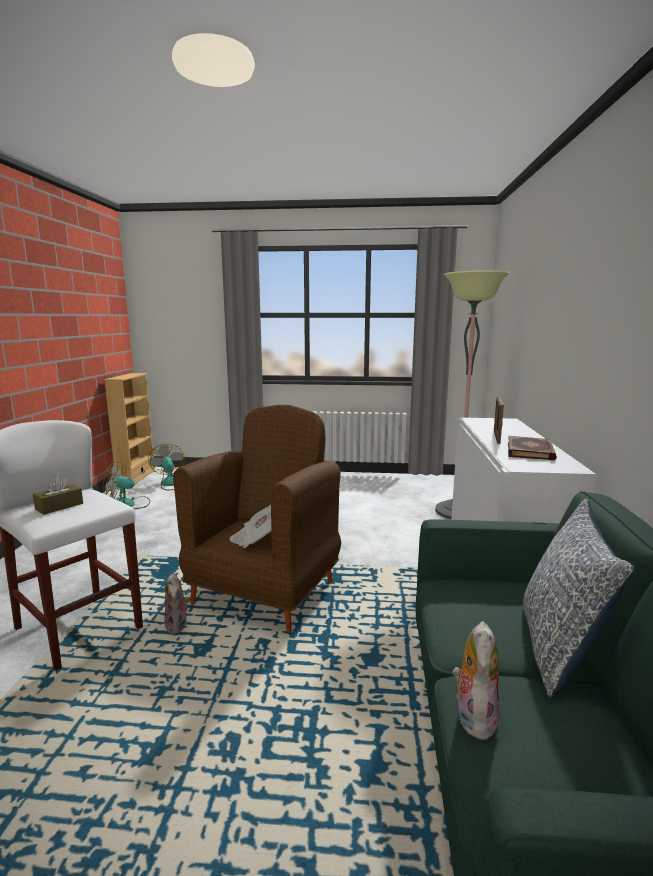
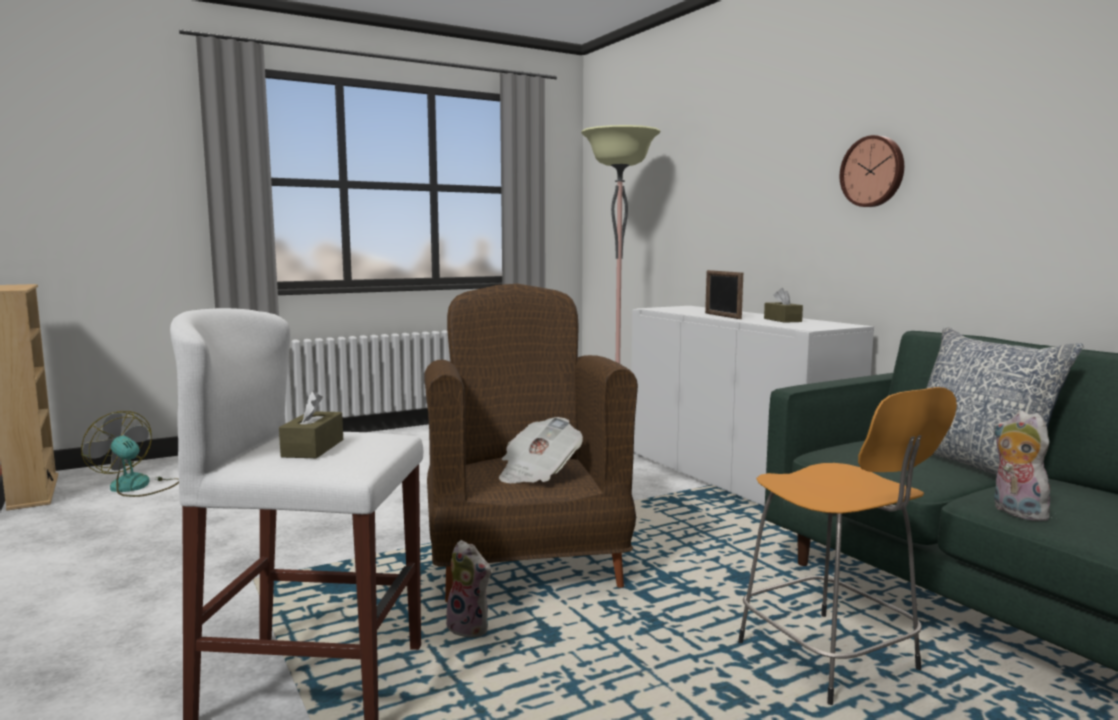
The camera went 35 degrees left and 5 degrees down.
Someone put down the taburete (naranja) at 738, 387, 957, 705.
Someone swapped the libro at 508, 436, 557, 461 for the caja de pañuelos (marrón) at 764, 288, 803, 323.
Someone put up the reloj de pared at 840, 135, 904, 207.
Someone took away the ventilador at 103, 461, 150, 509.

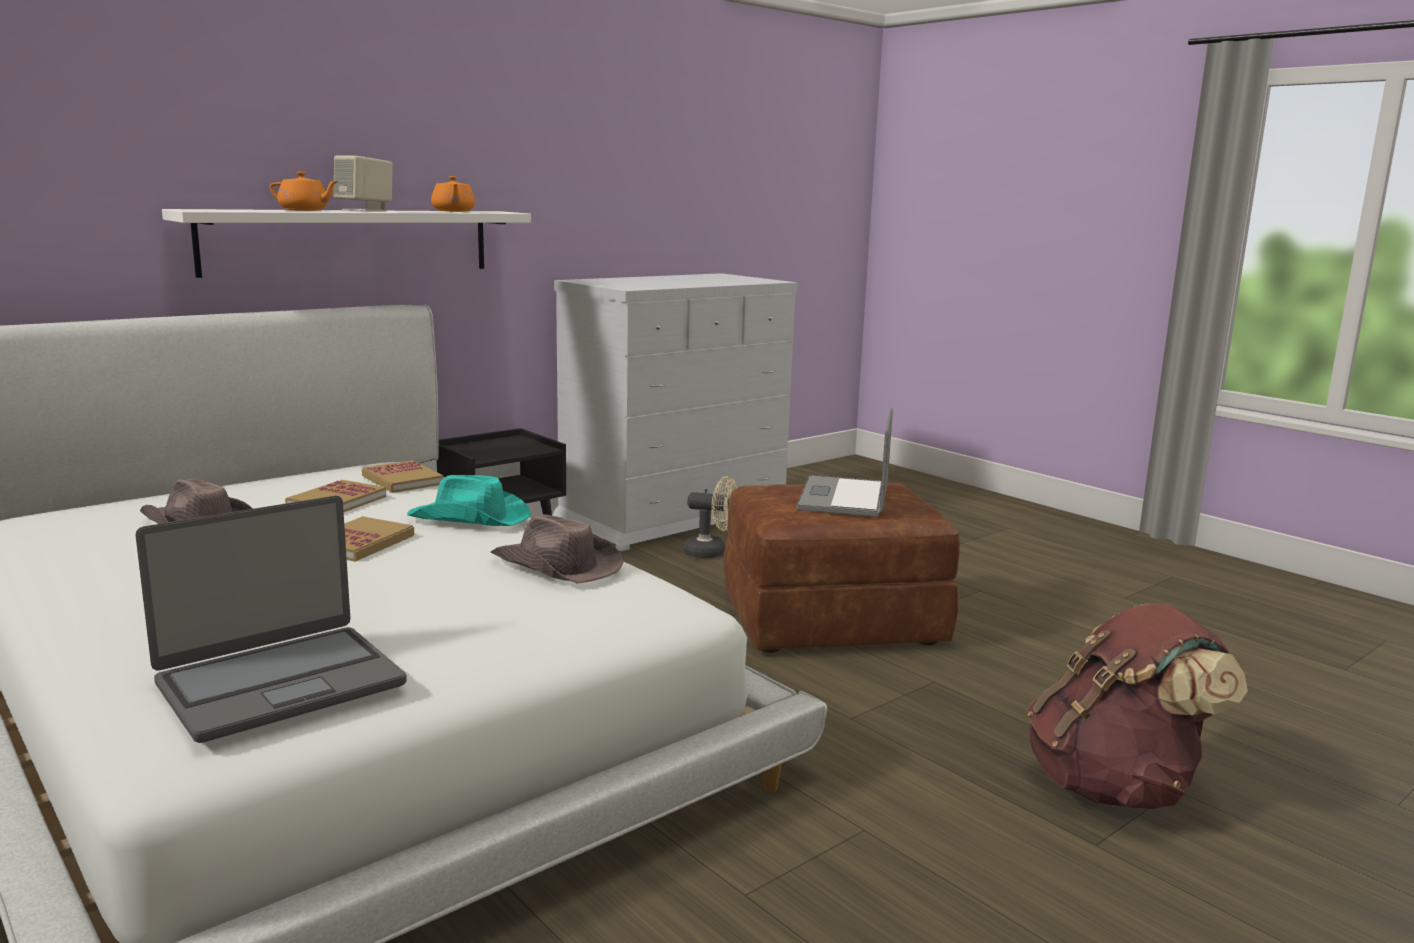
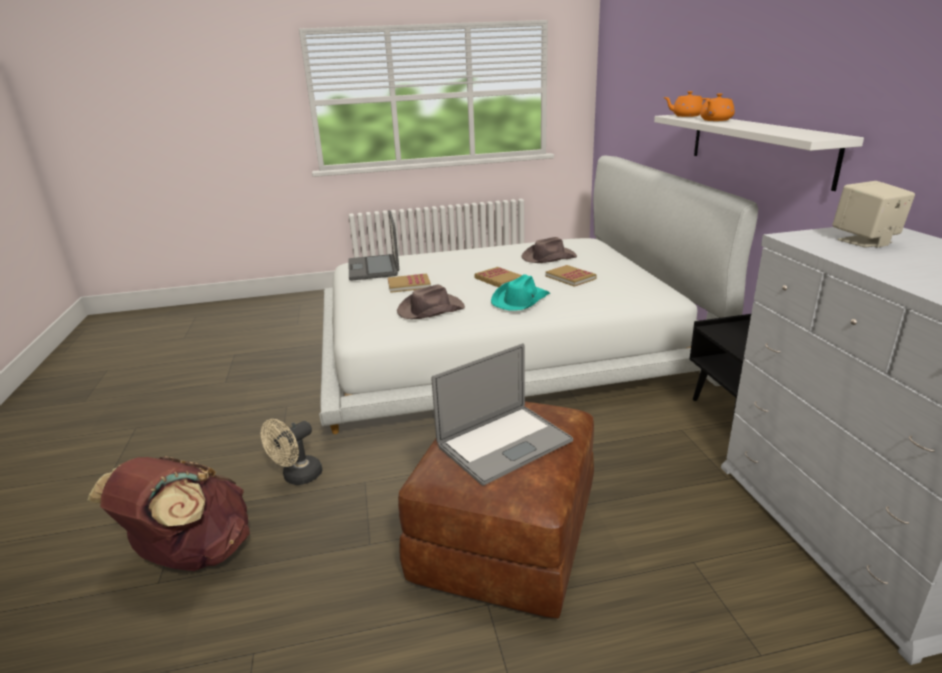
The camera went 120 degrees right and 10 degrees up.
Someone carried the ventilador (beis) from 684, 476, 737, 558 to 261, 419, 322, 485.
Someone carried the libro from 362, 460, 443, 493 to 388, 274, 431, 293.
Someone rotated the portátil at 796, 407, 893, 517 by 105 degrees clockwise.
Someone carried the tetera (naranja) from 431, 176, 475, 212 to 663, 91, 711, 117.
Someone carried the altavoz (beis) from 334, 156, 393, 212 to 832, 181, 915, 248.

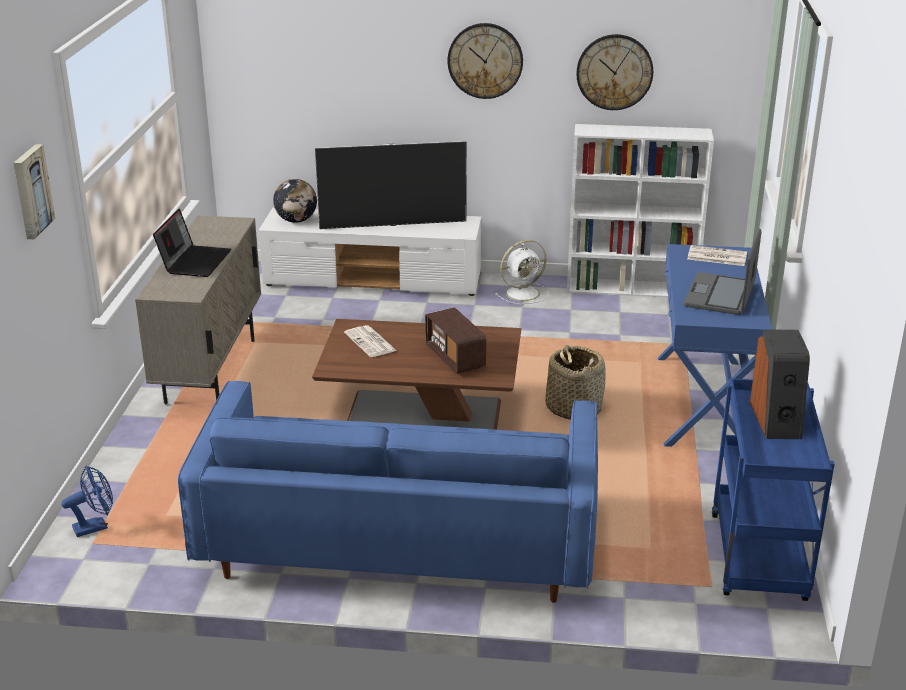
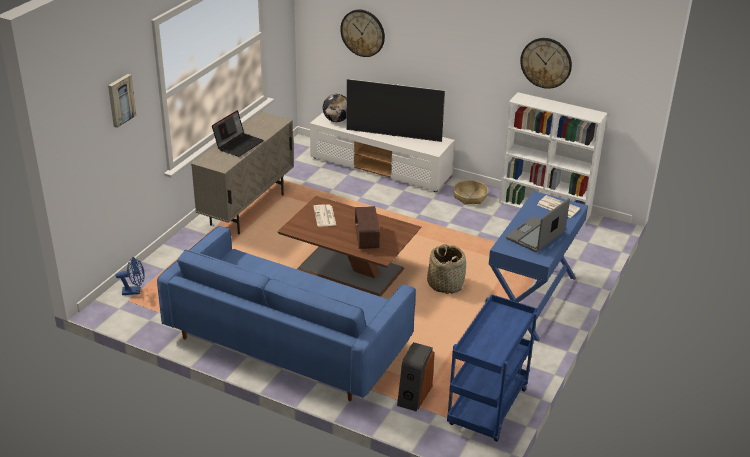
The camera went 20 degrees right and 5 degrees up.
Someone carried the reloj de pared from 447, 23, 523, 99 to 340, 10, 385, 57.
Someone carried the altavoz from 750, 329, 810, 439 to 397, 342, 435, 412.
Someone swapped the ventilador (blanco) at 495, 240, 549, 304 for the cesta at 453, 180, 488, 205.

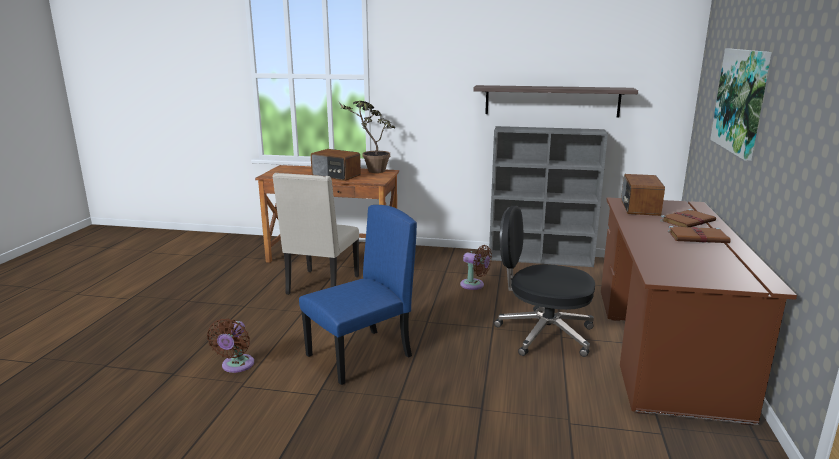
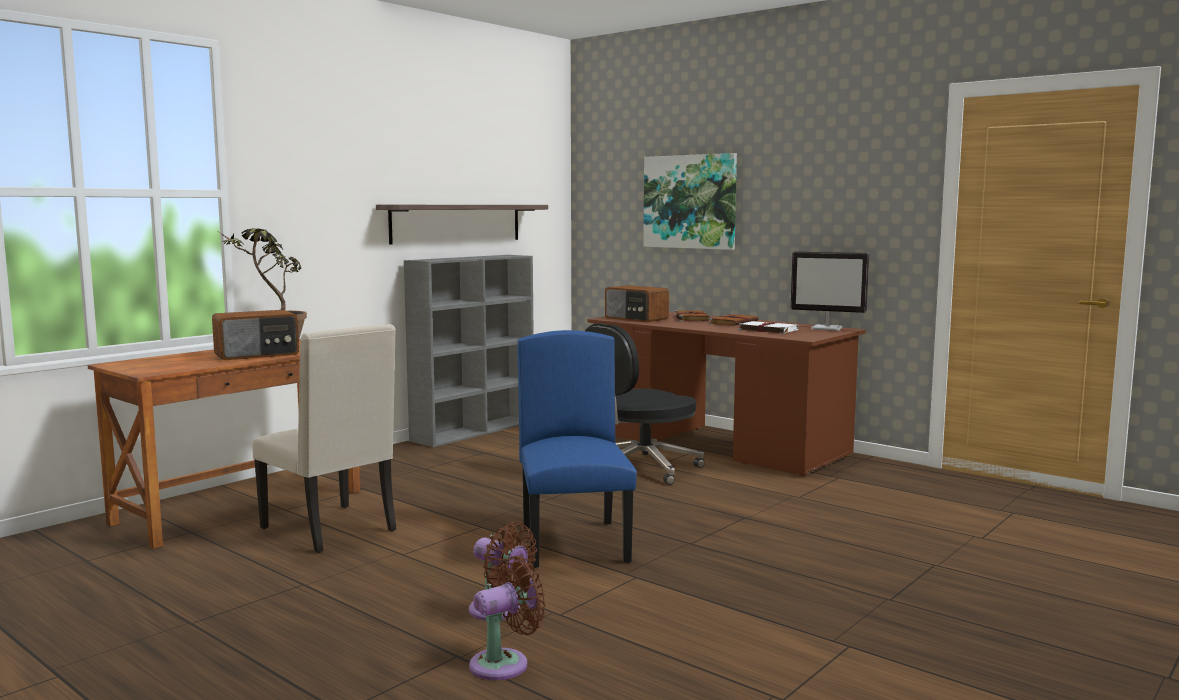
The camera went 60 degrees left and 10 degrees down.
Someone carried the ventilador (marrón) from 460, 245, 492, 290 to 469, 556, 545, 680.
Someone put down the libro (blanco) at 738, 321, 799, 334.
Someone put down the monitor at 791, 251, 869, 331.

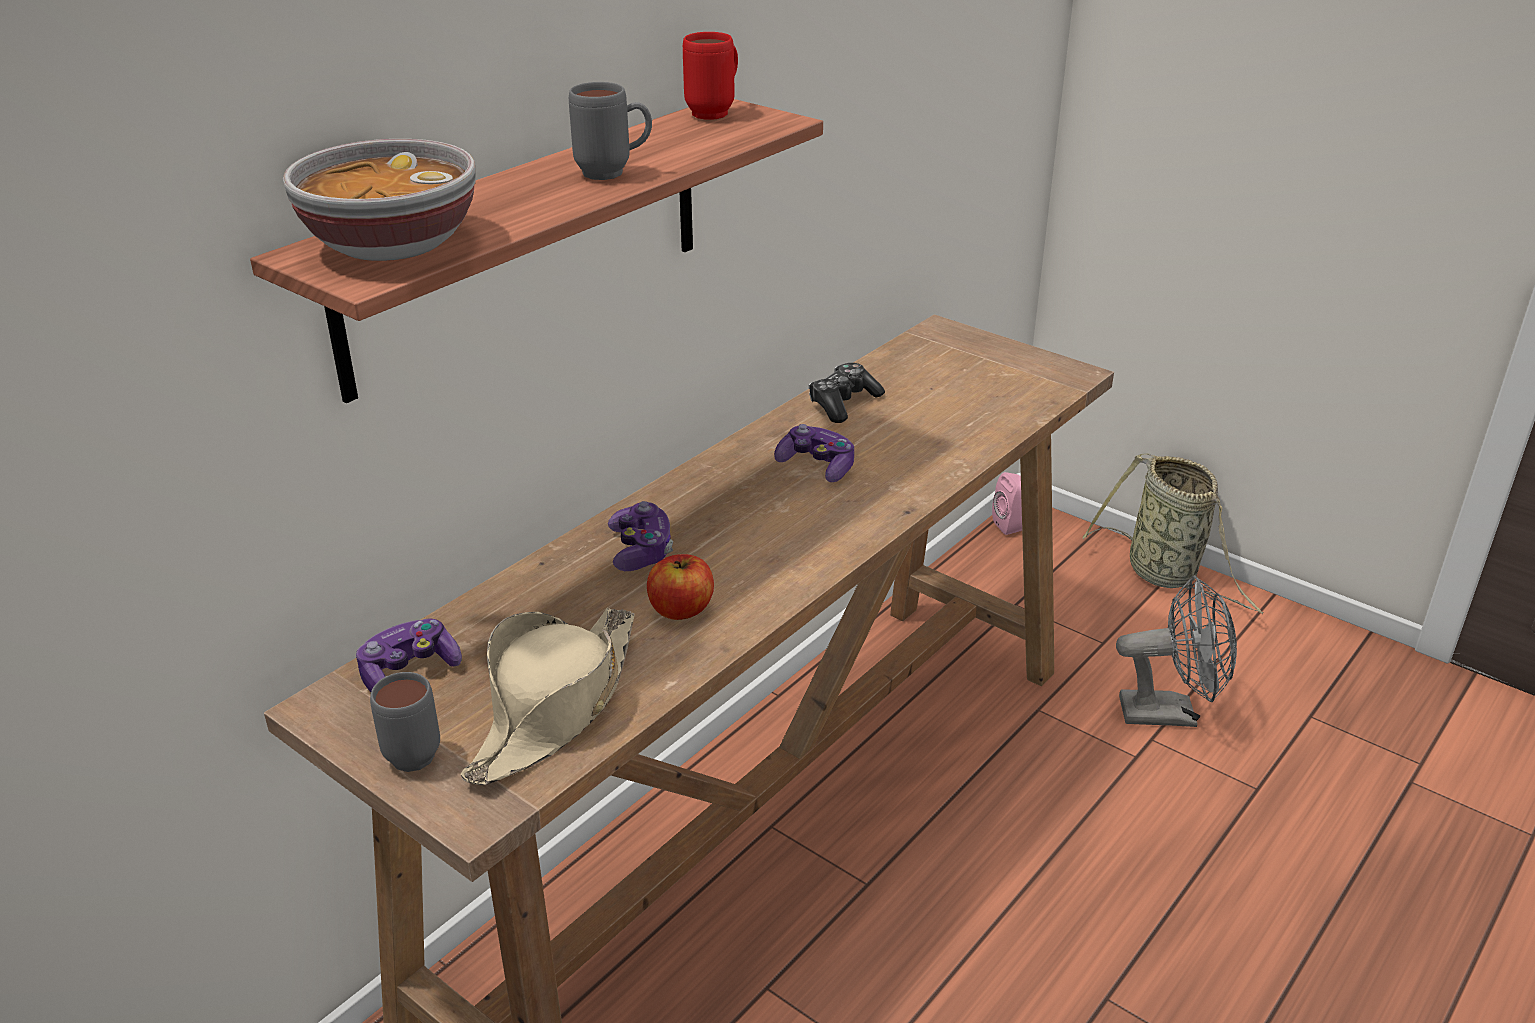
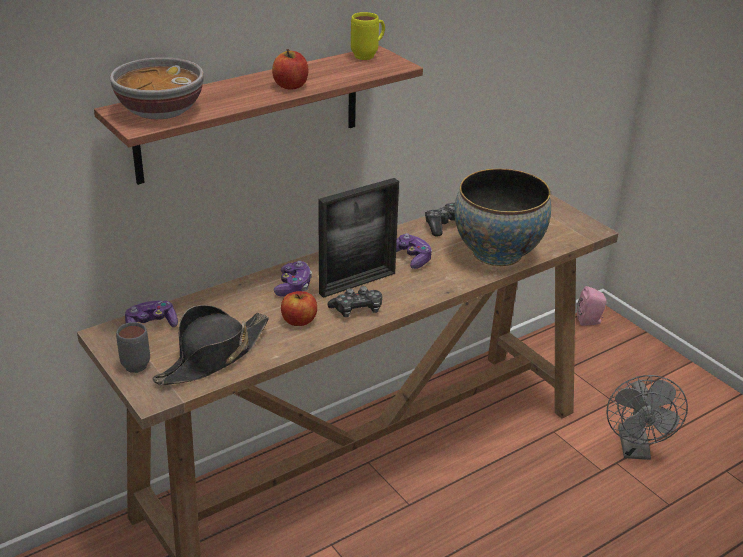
The camera went 15 degrees right and 0 degrees up.
Someone repainted the sombrero (beis) at 461, 608, 635, 785, which became the sombrero (negro) at 152, 305, 269, 385.
Someone swapped the taza grande (gris) at 569, 82, 652, 180 for the manzana at 272, 49, 308, 90.
Someone put down the portarretratos at 318, 178, 399, 298.
Someone put down the mando de consola at 327, 286, 382, 317.
Someone repainted the taza grande (rojo) at 683, 32, 738, 120, which became the taza grande (amarillo) at 351, 12, 385, 60.
Someone put down the cuenco at 454, 168, 551, 266.
Someone rotated the ventilador (gris) at 1116, 576, 1237, 727 by 75 degrees clockwise.
Someone took away the cesta at 1083, 453, 1264, 614.

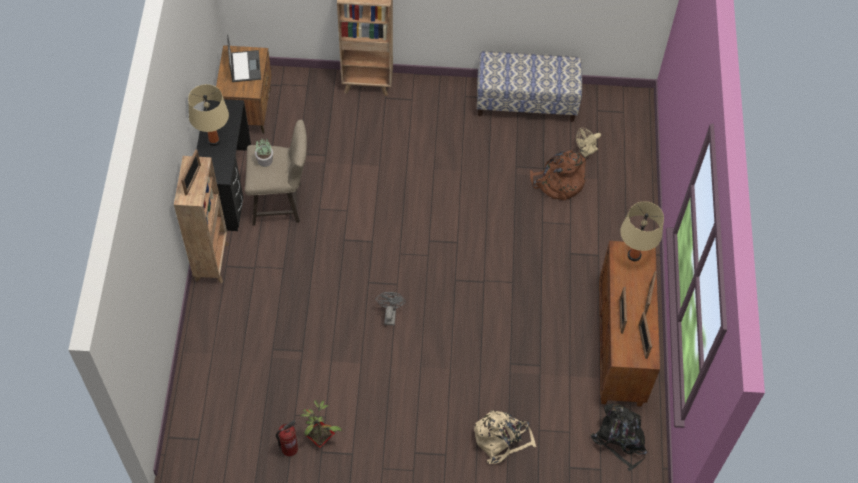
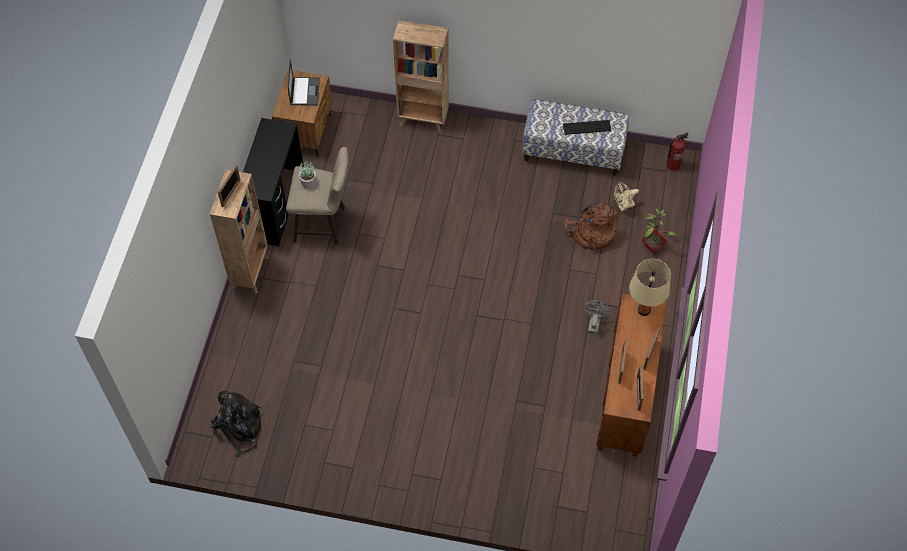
The camera went 10 degrees right and 0 degrees up.
Someone carried the mochila (negro) from 591, 404, 647, 471 to 211, 391, 261, 457.
Someone put down the teclado at 563, 120, 612, 135.
Someone carried the ventilador (gris) from 375, 292, 406, 325 to 583, 301, 612, 333.
Someone carried the planta en maceta from 300, 400, 342, 448 to 641, 208, 677, 252.
Someone carried the extintor from 276, 420, 298, 456 to 666, 133, 688, 171.
Someone took away the lámpara de mesa (beis) at 188, 84, 229, 146.
Someone took away the mochila (beis) at 474, 410, 536, 464.

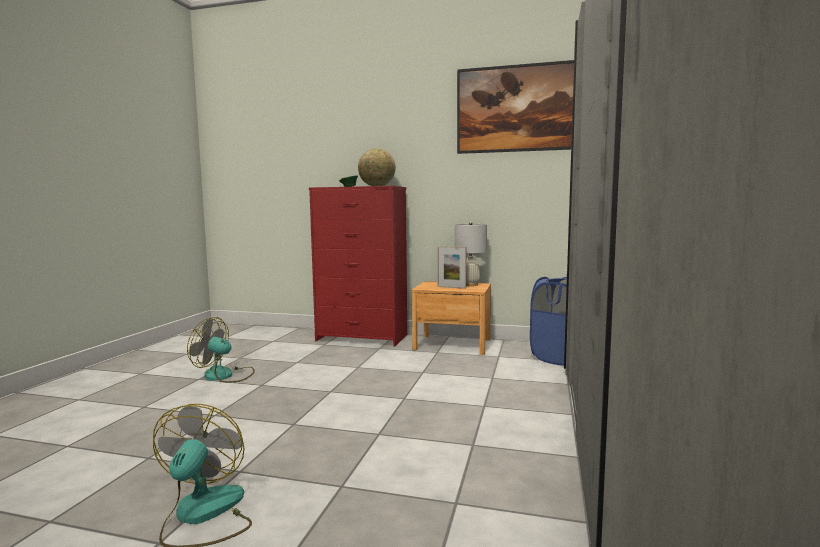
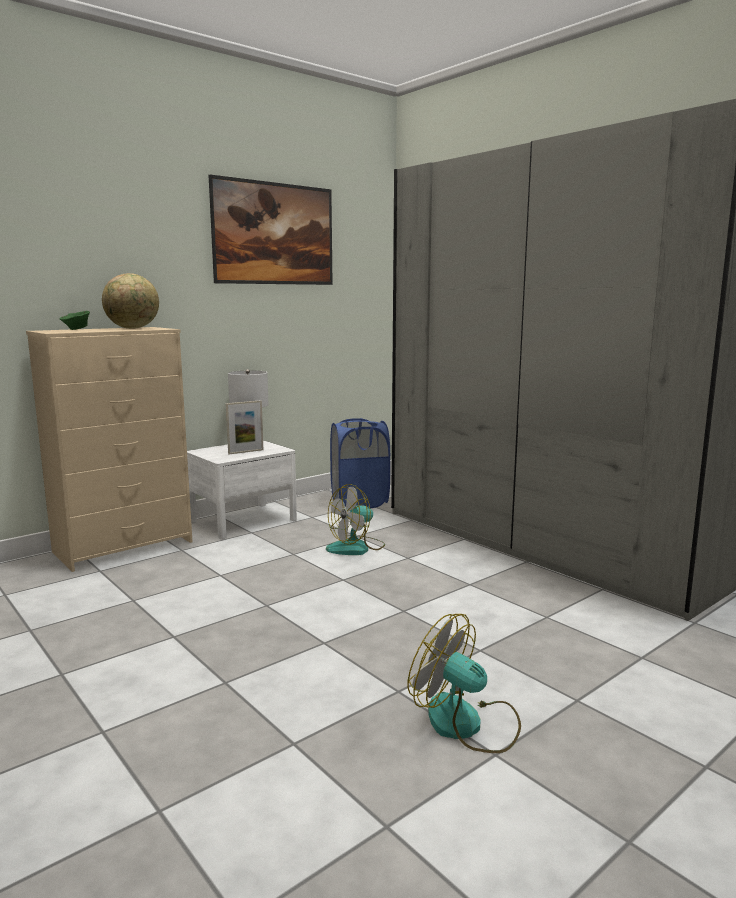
The camera went 55 degrees left and 5 degrees up.
Someone repainted the cómoda (rojo) at 309, 186, 407, 346, which became the cómoda (beis) at 26, 327, 193, 572.
Someone repainted the mesita de noche (marrón) at 412, 281, 491, 355, which became the mesita de noche (blanco) at 187, 440, 297, 539.
Someone carried the ventilador from 187, 317, 255, 383 to 326, 484, 385, 555.

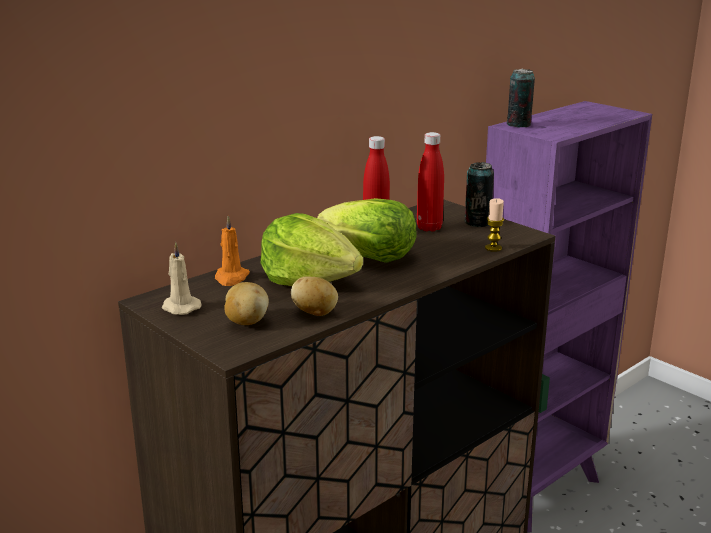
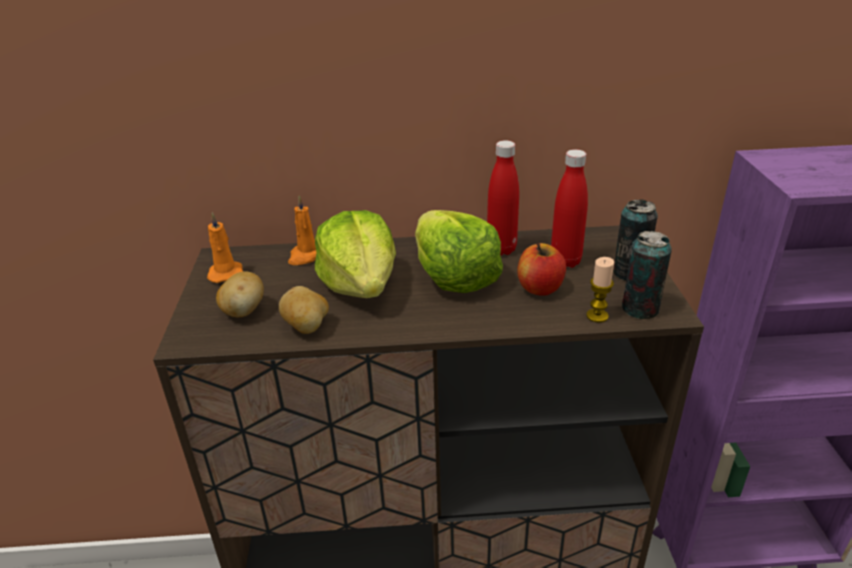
The camera went 40 degrees right and 10 degrees up.
Someone repainted the vela (beis) at 162, 242, 202, 315, which became the vela (naranja) at 207, 212, 243, 283.
Someone put down the manzana at 517, 243, 566, 296.
Someone carried the lata from 507, 69, 535, 127 to 622, 231, 672, 319.

